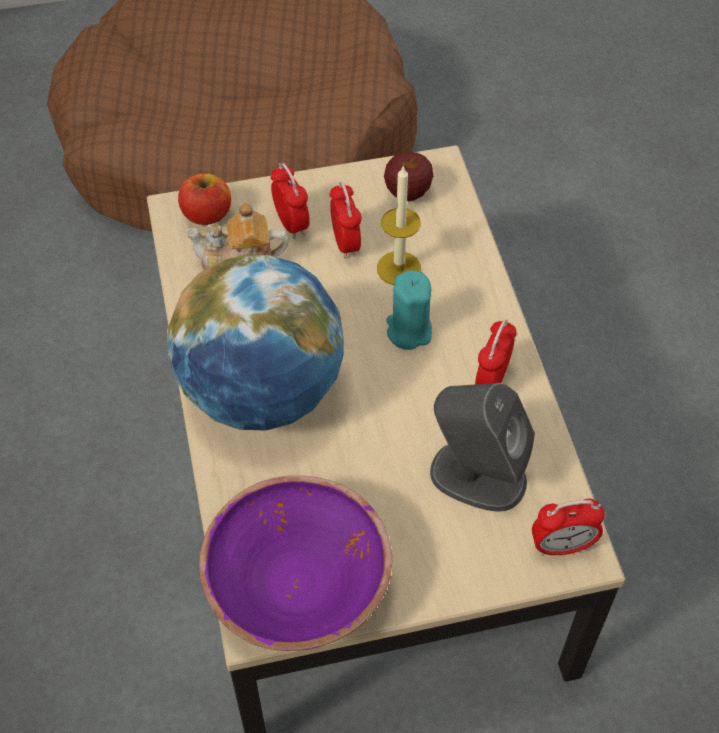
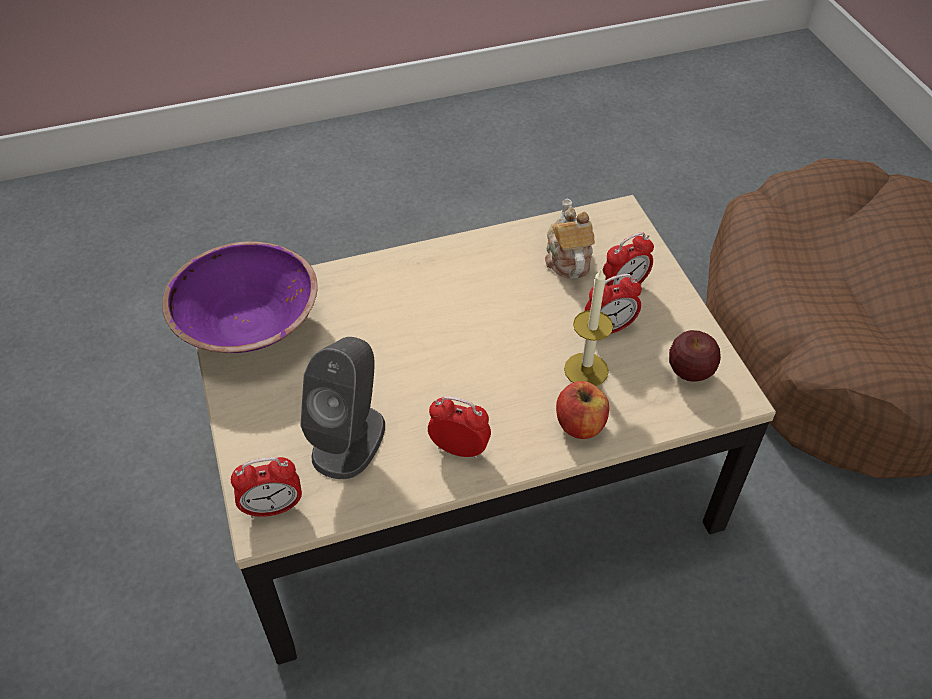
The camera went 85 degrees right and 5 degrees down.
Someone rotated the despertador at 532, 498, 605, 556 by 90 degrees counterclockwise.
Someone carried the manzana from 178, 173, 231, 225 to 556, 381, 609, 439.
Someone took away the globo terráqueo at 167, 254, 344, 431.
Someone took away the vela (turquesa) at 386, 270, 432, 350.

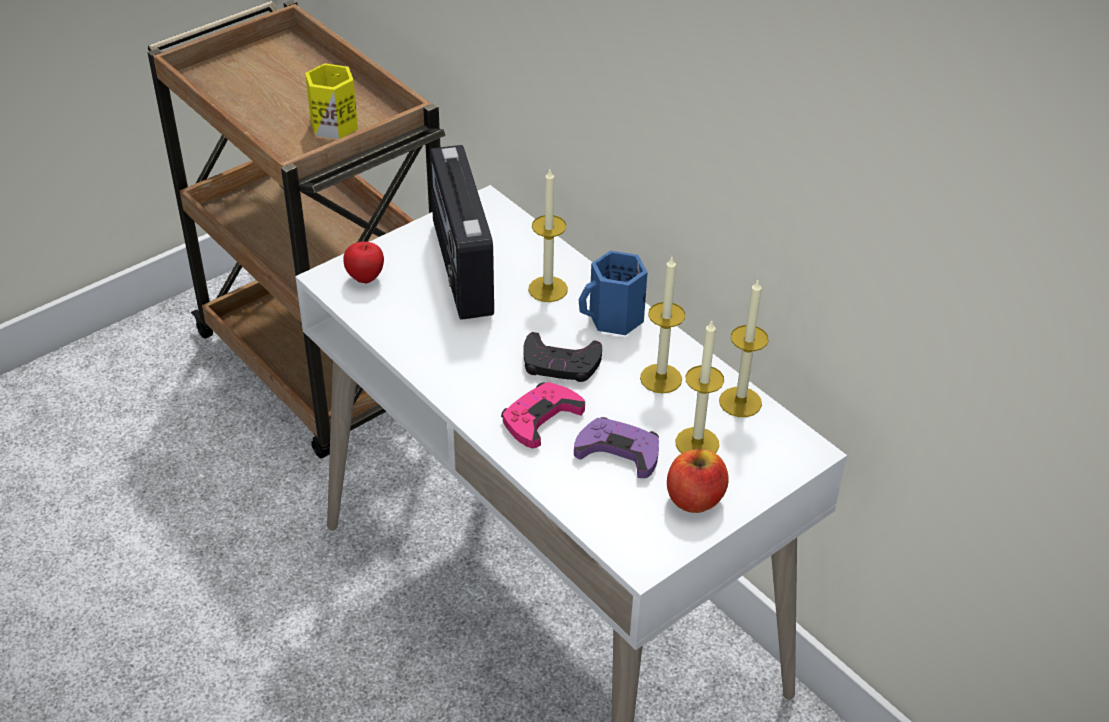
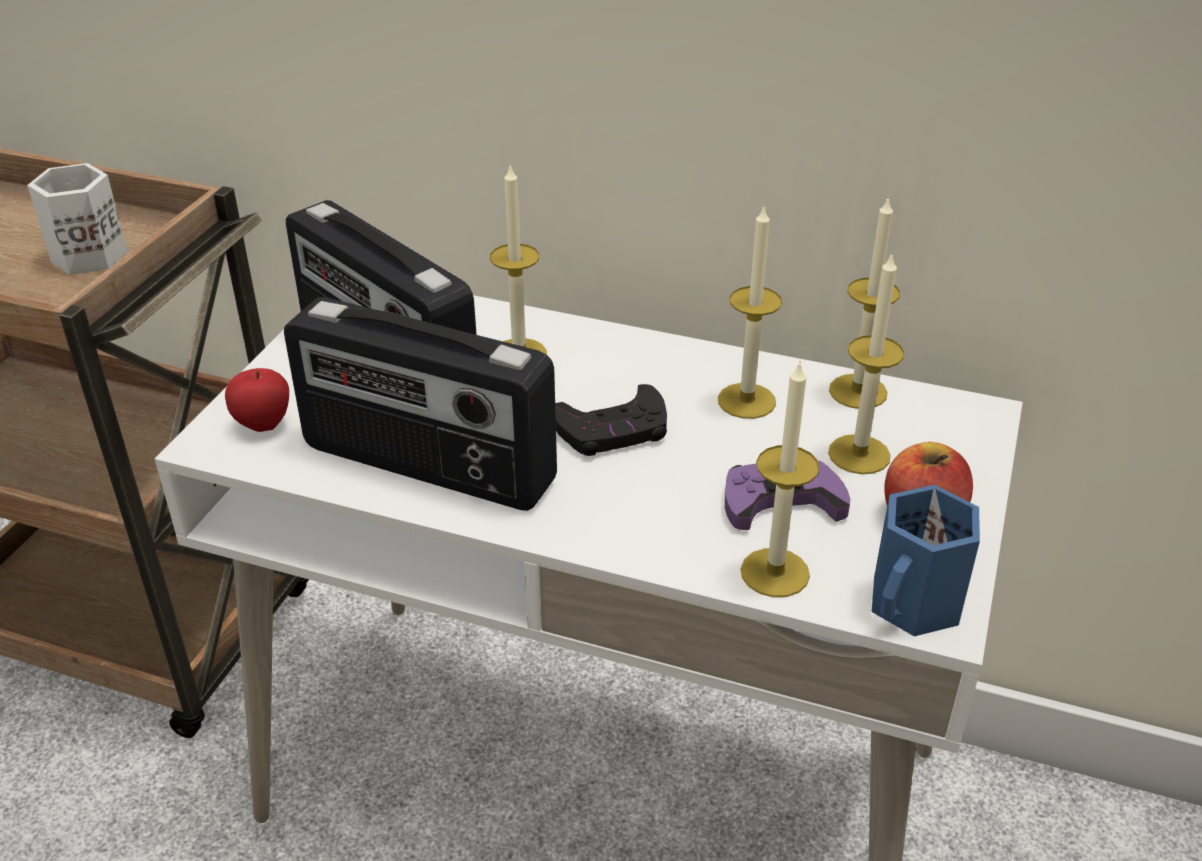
The camera went 30 degrees left and 5 degrees down.
Someone repainted the taza grande (amarillo) at 305, 63, 358, 139, which became the taza grande (blanco) at 27, 163, 127, 275.
Someone put down the radio at 284, 297, 557, 511.
Someone put down the vela at 741, 360, 820, 597.
Someone carried the taza grande (azul) from 579, 251, 648, 335 to 872, 485, 980, 636.
Someone took away the mando de consola (rosa) at 501, 382, 585, 448.

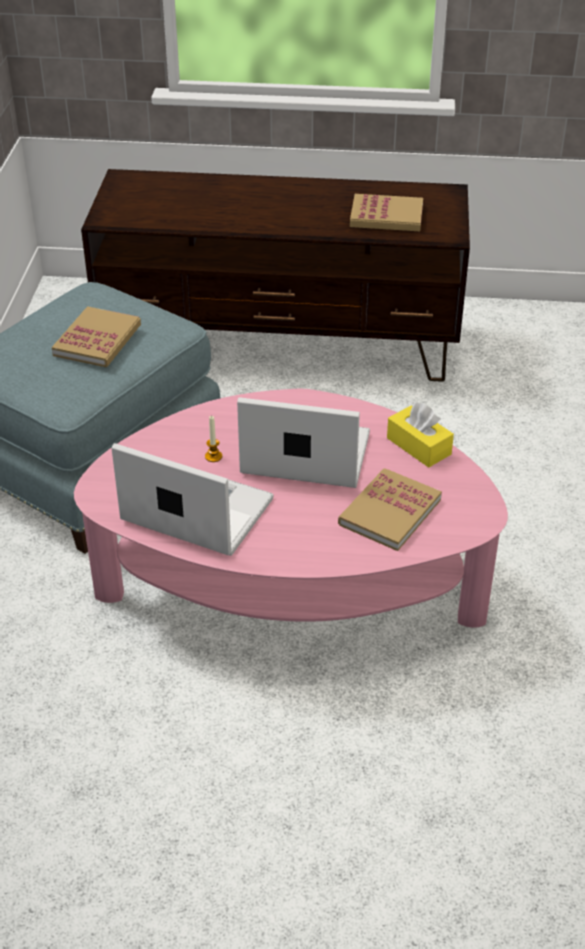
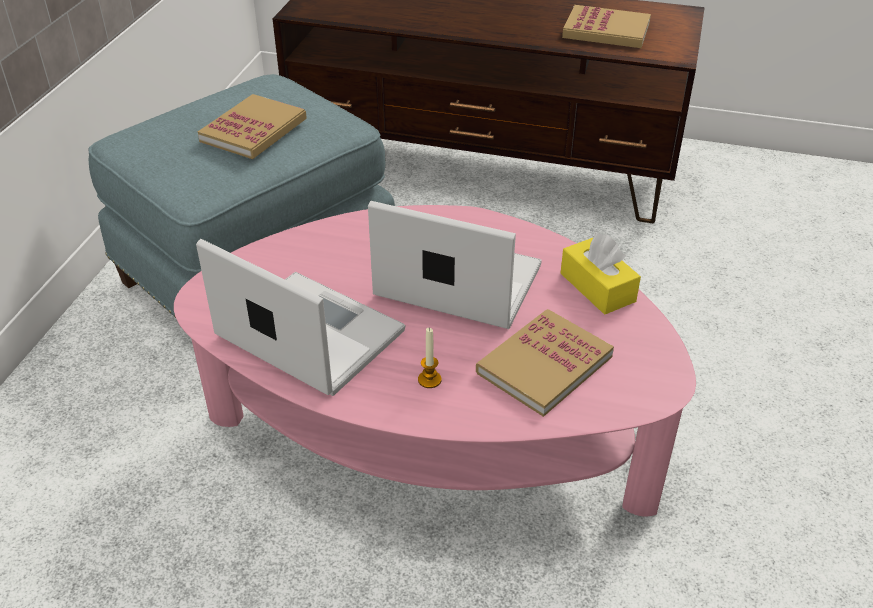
The camera went 10 degrees right and 0 degrees up.
Someone carried the vela from 205, 416, 222, 462 to 418, 328, 442, 388.

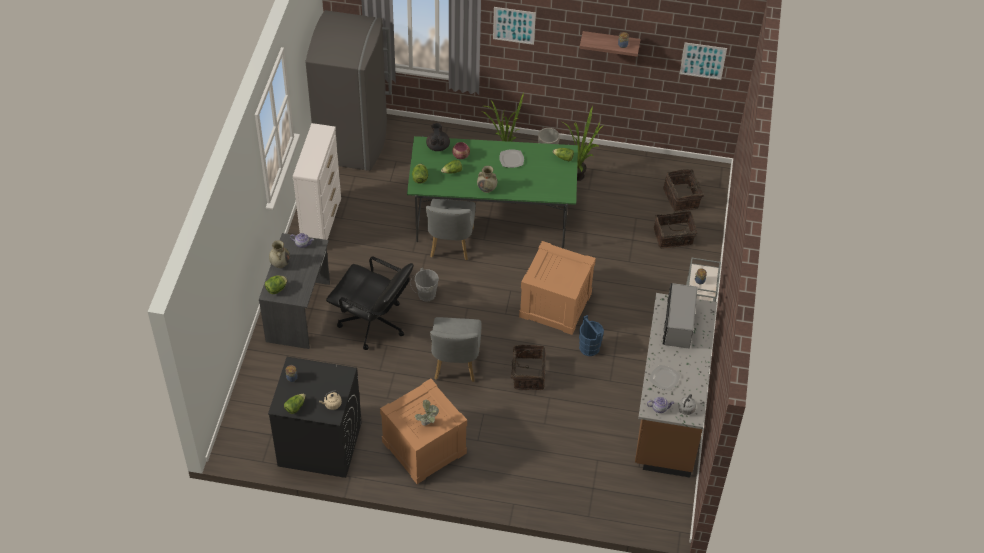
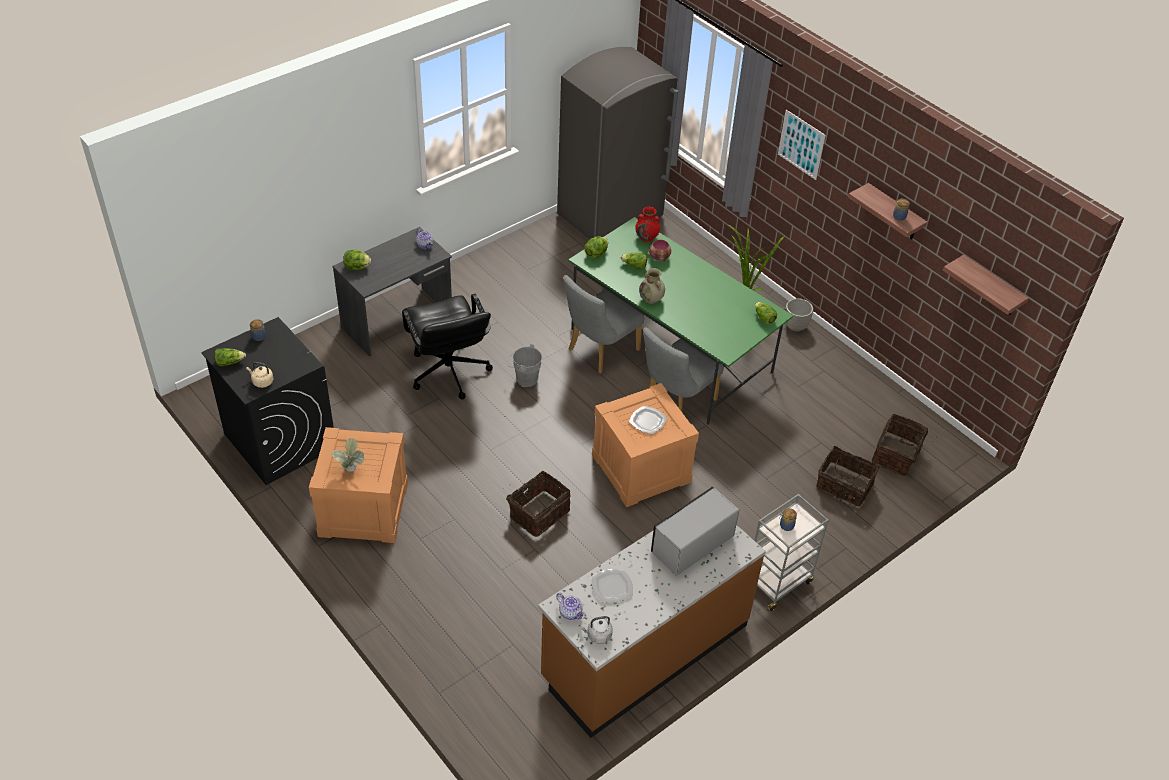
The camera went 40 degrees right and 5 degrees down.
Someone carried the plato from 499, 149, 524, 168 to 629, 405, 667, 434.
Someone swapped the tetera (negro) at 426, 123, 450, 151 for the florero (rojo) at 635, 207, 660, 242.
Someone carried the silla (gris) from 430, 317, 482, 382 to 643, 327, 724, 412.
Someone swapped the cuadro at 680, 42, 727, 80 for the estante at 943, 255, 1029, 315.
Someone took away the florero (beis) at 269, 240, 290, 268.
Someone took away the cómoda (blanco) at 293, 123, 341, 240.
Someone took away the planta en maceta at 562, 106, 604, 181.
Someone took away the cubo (azul) at 579, 315, 604, 356.

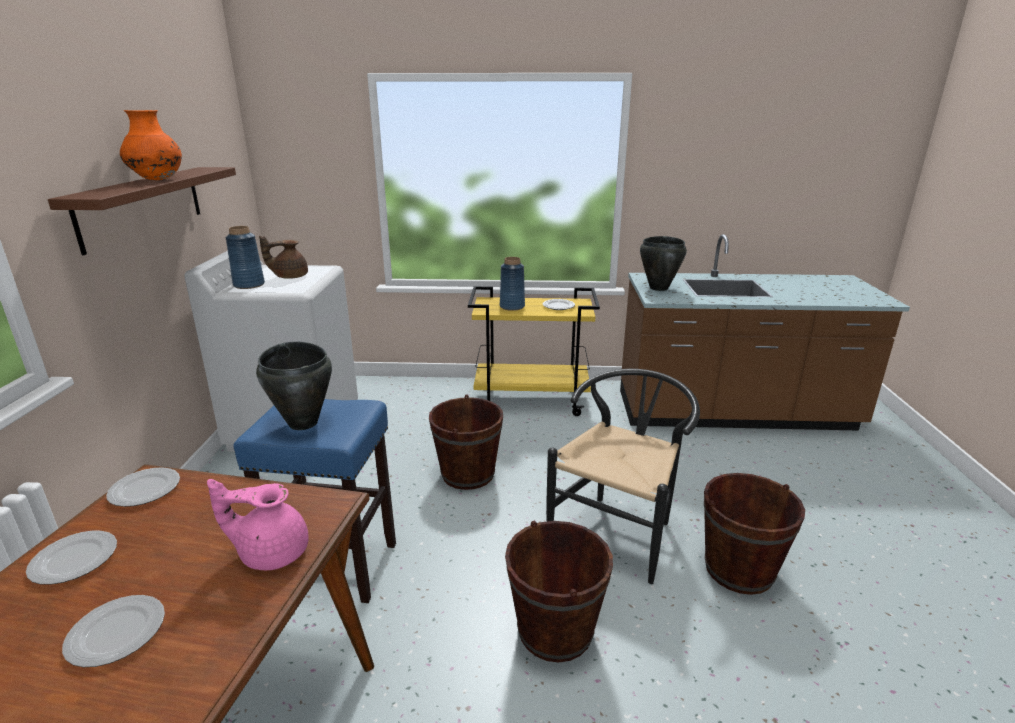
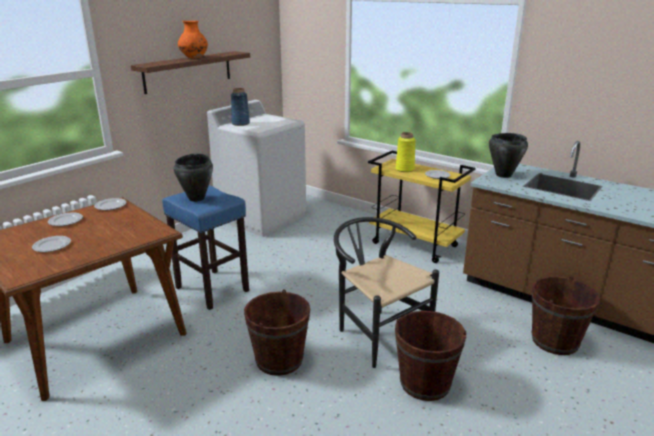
The camera went 35 degrees right and 0 degrees up.
Someone rotated the silla (negro) at 546, 369, 700, 584 by 105 degrees counterclockwise.
Someone repainted the florero (azul) at 500, 257, 525, 311, which became the florero (amarillo) at 396, 132, 416, 172.
Someone carried the cubo (marrón) from 429, 395, 503, 490 to 532, 276, 600, 355.
Someone took away the tetera (rosa) at 207, 479, 309, 570.
Someone took away the tetera (marrón) at 259, 236, 308, 279.

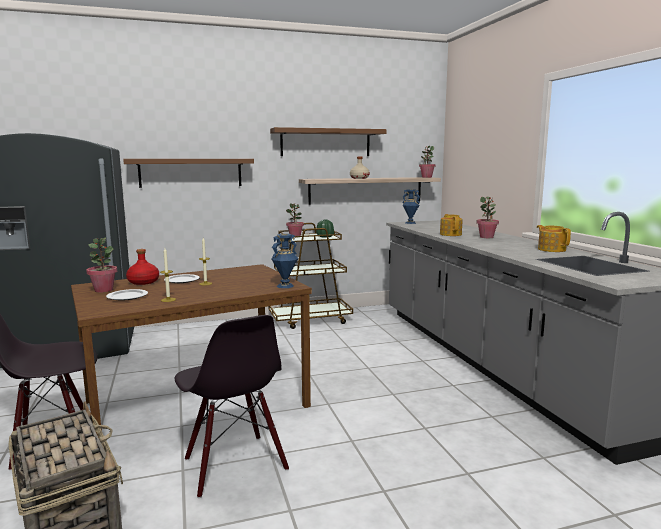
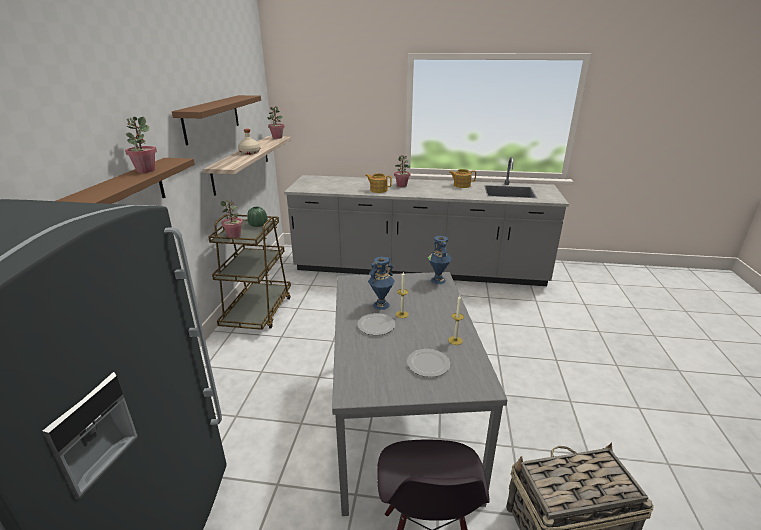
The camera went 65 degrees left and 15 degrees up.
Someone carried the planta en maceta from 86, 238, 117, 293 to 125, 116, 157, 173.
Someone repainted the mesa de comedor (marrón) at 71, 264, 312, 438, which became the mesa de comedor (gris) at 332, 272, 508, 516.
Someone carried the florero (azul) from 402, 189, 420, 224 to 368, 257, 395, 310.
Someone took away the botella (rojo) at 126, 249, 159, 285.
Someone took away the silla (negro) at 175, 315, 289, 498.

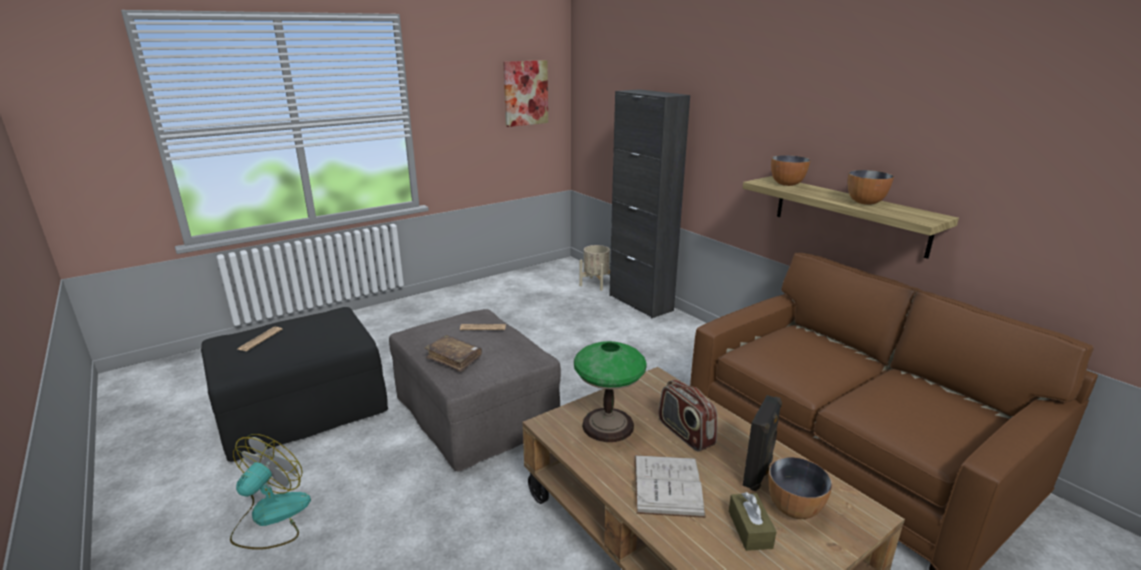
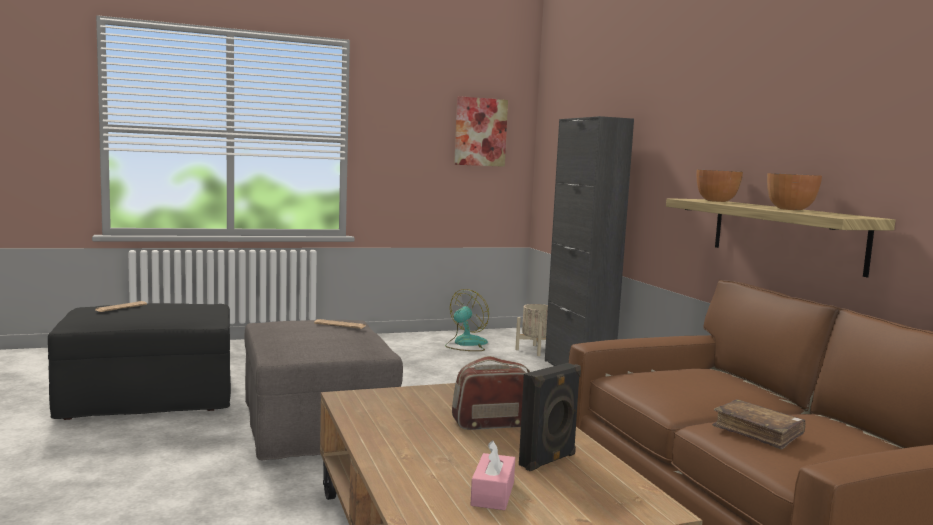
The camera went 15 degrees right and 15 degrees down.
Someone carried the ventilador from 230, 434, 311, 550 to 445, 289, 489, 351.
Someone rotated the radio at 659, 380, 718, 451 by 90 degrees clockwise.
Someone repainted the caja de pañuelos (marrón) at 729, 492, 777, 551, which became the caja de pañuelos (rosa) at 471, 440, 515, 510.
Someone carried the libro (marrón) from 425, 335, 482, 372 to 712, 399, 805, 450.
Someone took away the lámpara de mesa at 574, 341, 647, 442.
Someone took away the libro (blanco) at 635, 455, 706, 518.
Someone took away the cuenco at 768, 457, 832, 519.

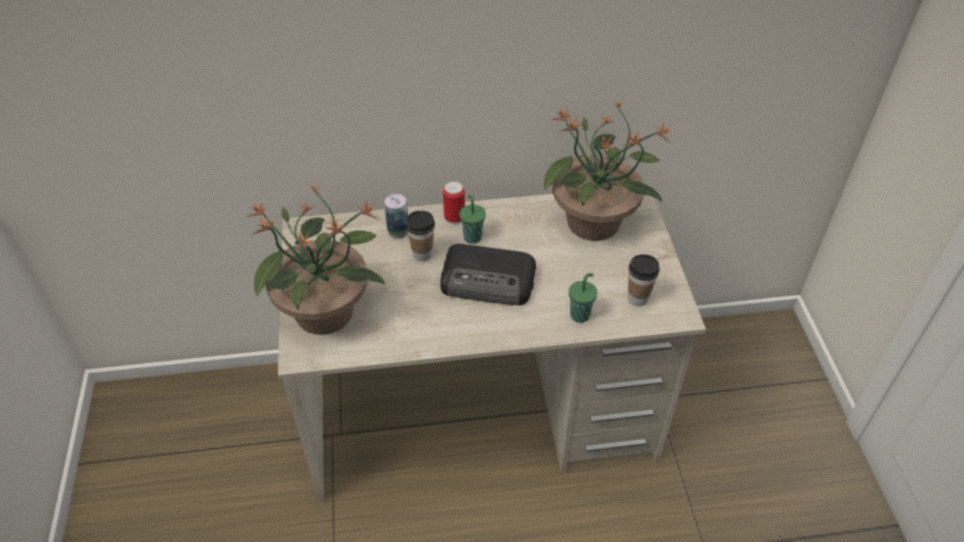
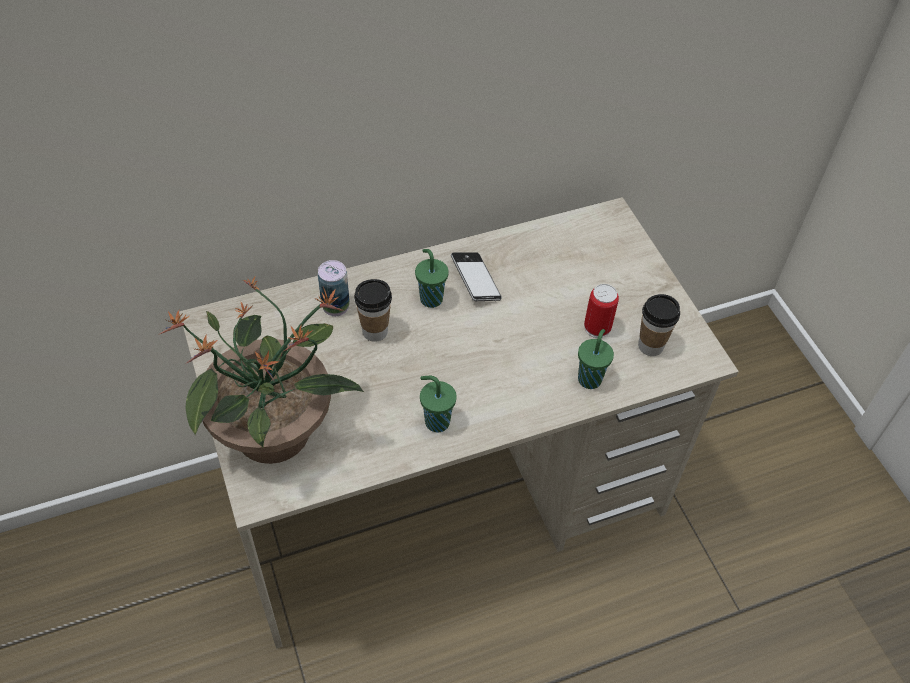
The camera went 15 degrees left and 5 degrees up.
Someone put down the taza (verde) at 420, 376, 457, 432.
Someone put down the móvil at 451, 252, 502, 301.
Someone carried the lata from 443, 181, 465, 225 to 584, 284, 619, 338.
Someone took away the radio at 440, 244, 536, 306.
Someone took away the planta en maceta at 544, 101, 671, 241.

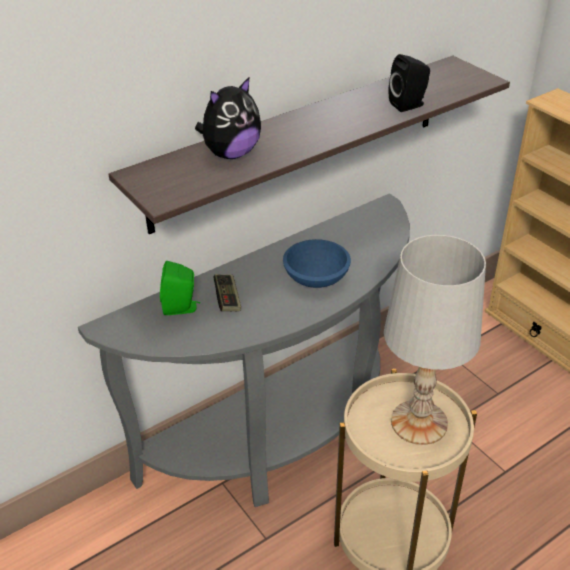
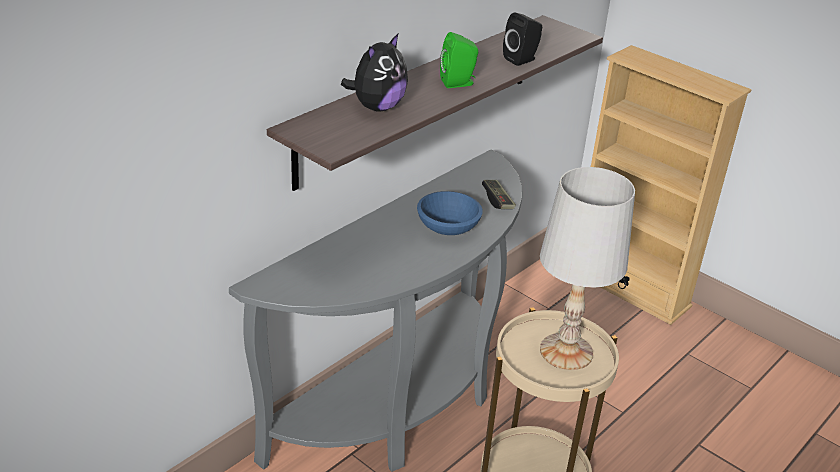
The camera went 15 degrees left and 5 degrees down.
Someone carried the altavoz (verde) from 160, 261, 200, 315 to 440, 32, 478, 88.
Someone carried the mando de consola from 214, 274, 241, 311 to 482, 180, 516, 209.

